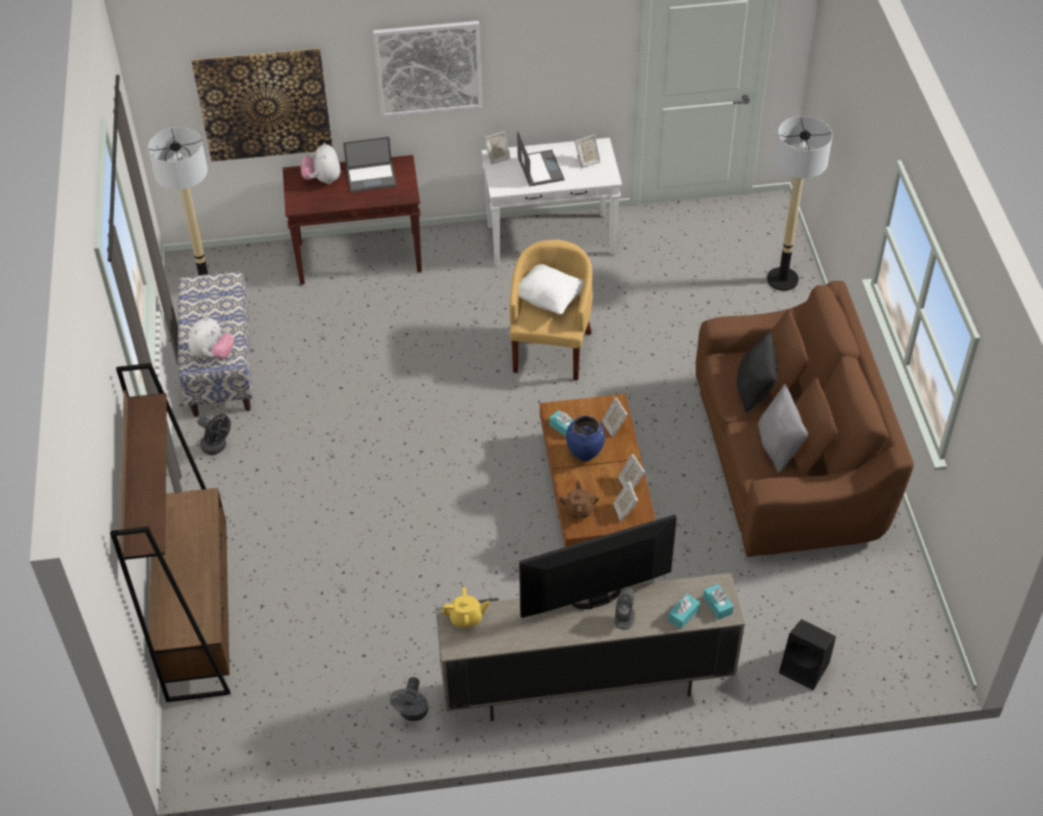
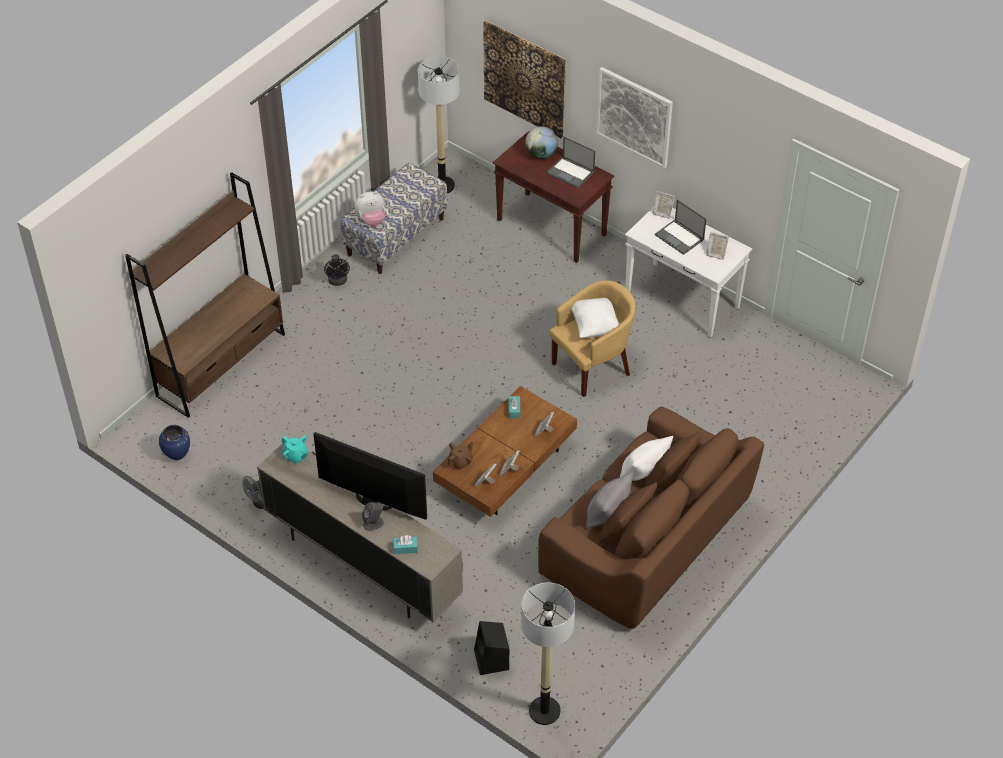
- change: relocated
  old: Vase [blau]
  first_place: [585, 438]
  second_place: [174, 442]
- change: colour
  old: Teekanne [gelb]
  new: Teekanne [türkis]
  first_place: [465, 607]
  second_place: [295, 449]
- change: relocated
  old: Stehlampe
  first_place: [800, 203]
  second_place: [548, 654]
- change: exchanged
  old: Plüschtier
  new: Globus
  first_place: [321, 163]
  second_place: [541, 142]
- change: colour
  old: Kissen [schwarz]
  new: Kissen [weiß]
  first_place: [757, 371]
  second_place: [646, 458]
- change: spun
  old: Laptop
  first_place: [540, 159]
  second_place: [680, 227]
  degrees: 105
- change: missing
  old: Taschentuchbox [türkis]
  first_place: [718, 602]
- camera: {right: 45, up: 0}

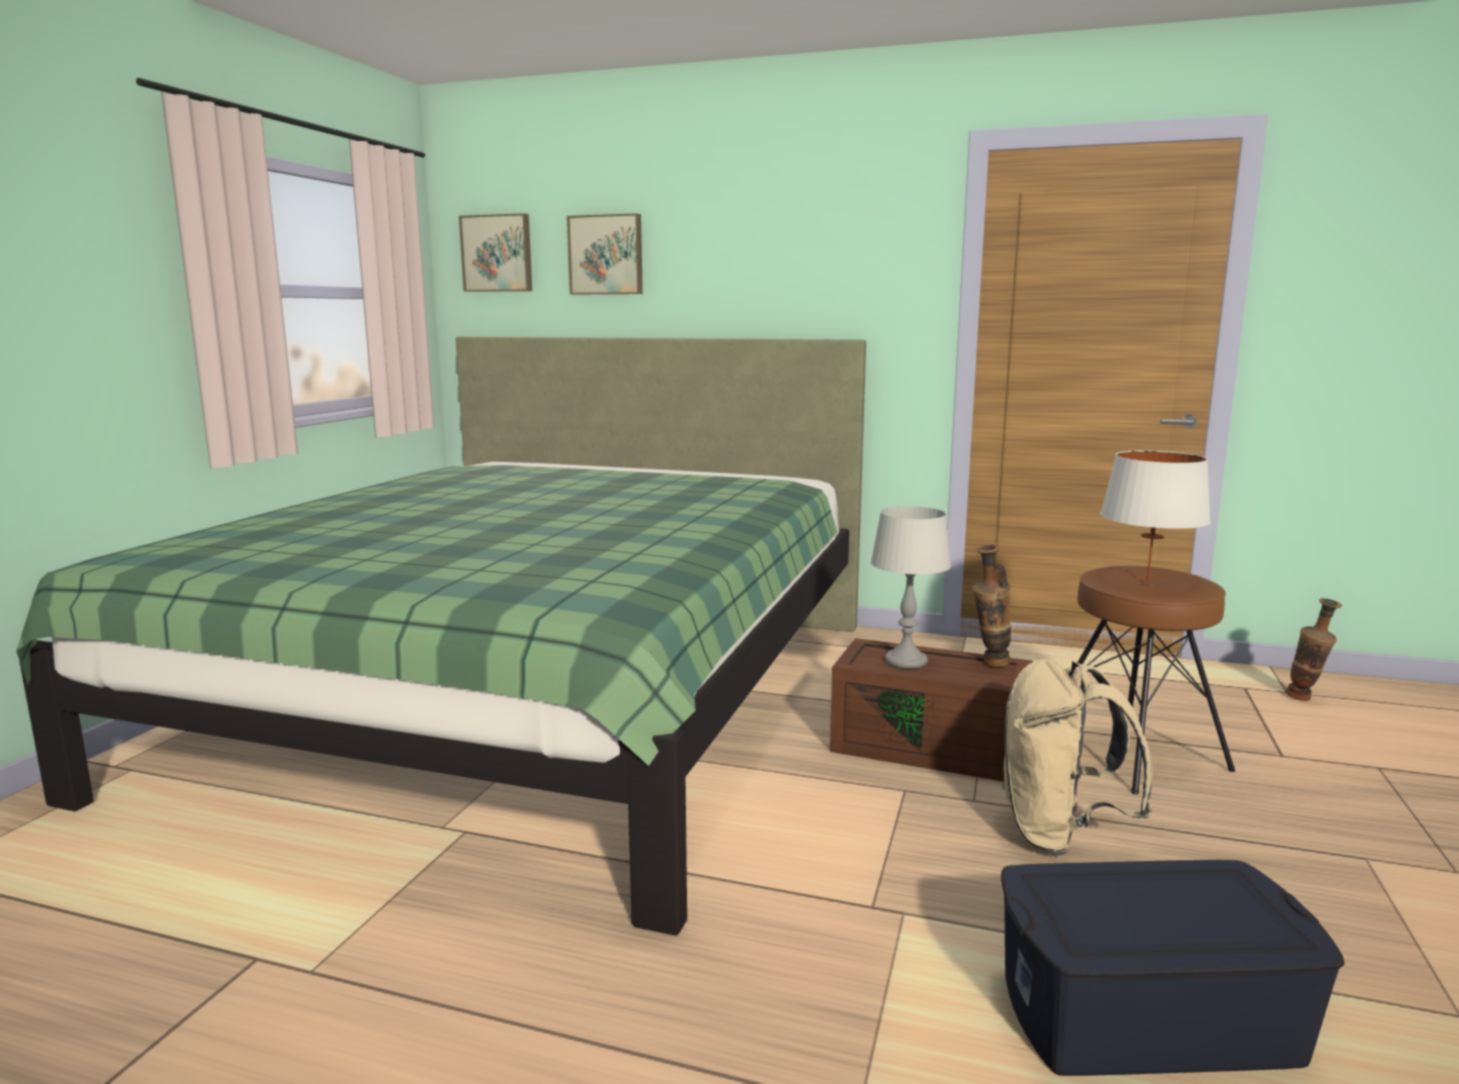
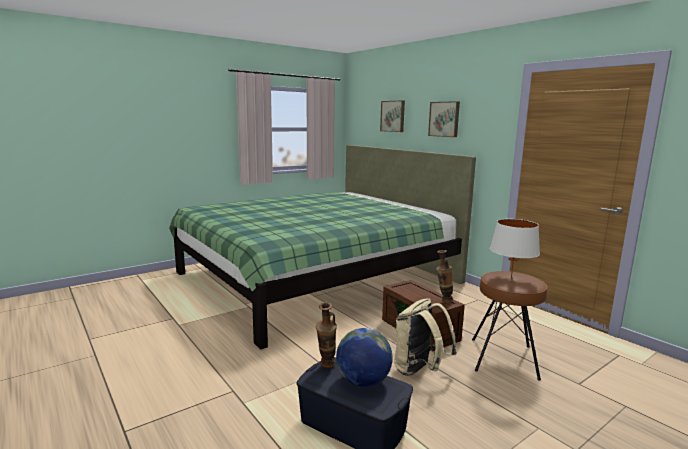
- change: relocated
  old: Vase
  first_place: [1314, 649]
  second_place: [326, 335]
- change: appeared
  new: Globus
  second_place: [364, 357]
- change: relocated
  old: Bild
  first_place: [495, 252]
  second_place: [444, 119]
- change: missing
  old: Tischlampe [grau]
  first_place: [911, 587]
- camera: {right: 35, up: 0}

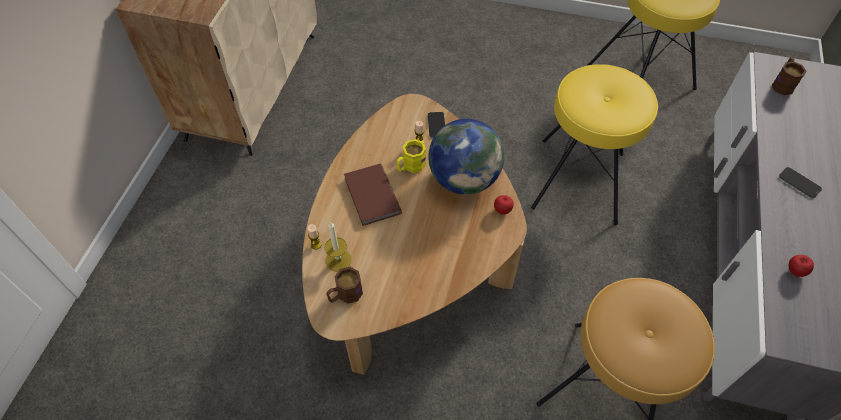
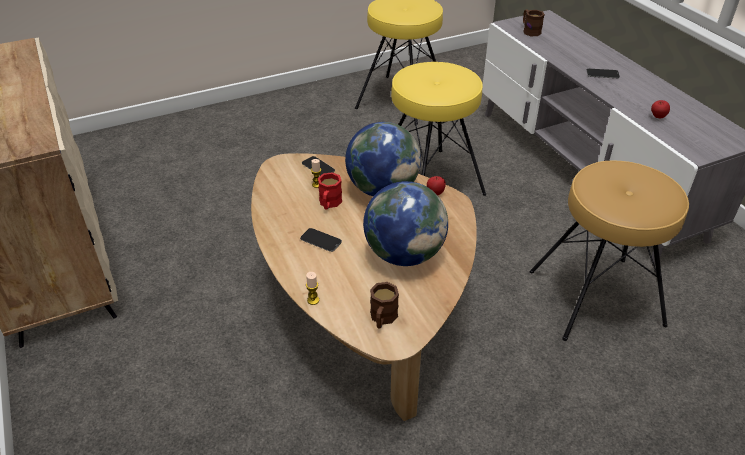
- change: exchanged
  old: Buch [braun]
  new: Handy
  first_place: [373, 195]
  second_place: [321, 240]
- change: colour
  old: Henkelbecher [gelb]
  new: Henkelbecher [rot]
  first_place: [411, 156]
  second_place: [330, 191]
- change: appeared
  new: Globus
  second_place: [405, 223]
- change: missing
  old: Kerze
  first_place: [337, 246]
- camera: {right: -40, up: -15}

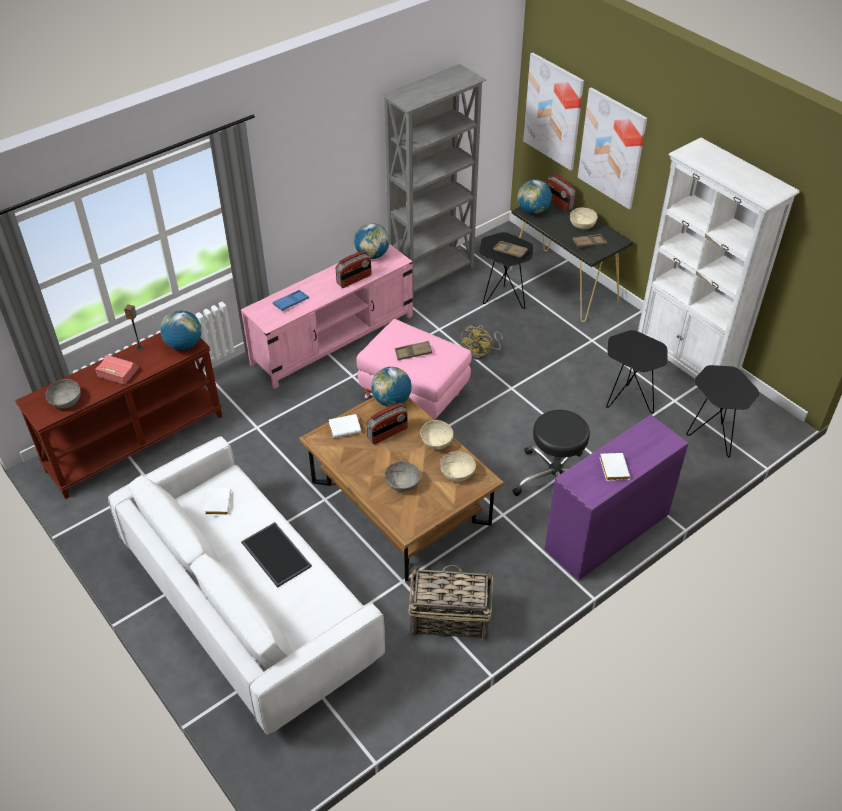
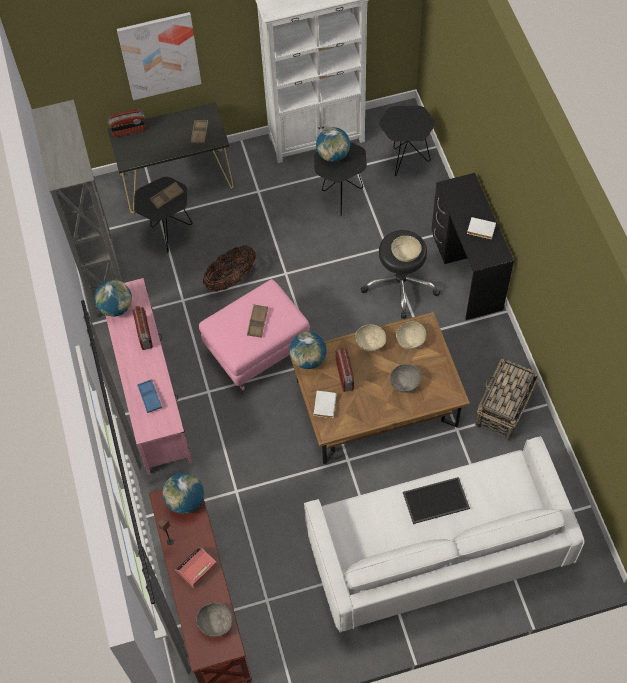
- change: exchanged
  old: Ventilator [gelb]
  new: Korb
  first_place: [482, 343]
  second_place: [229, 268]
- change: relocated
  old: Globus
  first_place: [535, 197]
  second_place: [333, 144]
- change: relocated
  old: Schüssel [beige]
  first_place: [584, 218]
  second_place: [406, 249]
- change: colour
  old: Schreibtisch [lila]
  new: Schreibtisch [schwarz]
  first_place: [616, 498]
  second_place: [472, 246]
- change: missing
  old: Buch [weiß]
  first_place: [218, 501]
- change: missing
  old: Bild
  first_place: [553, 112]
- camera: {right: -65, up: 15}

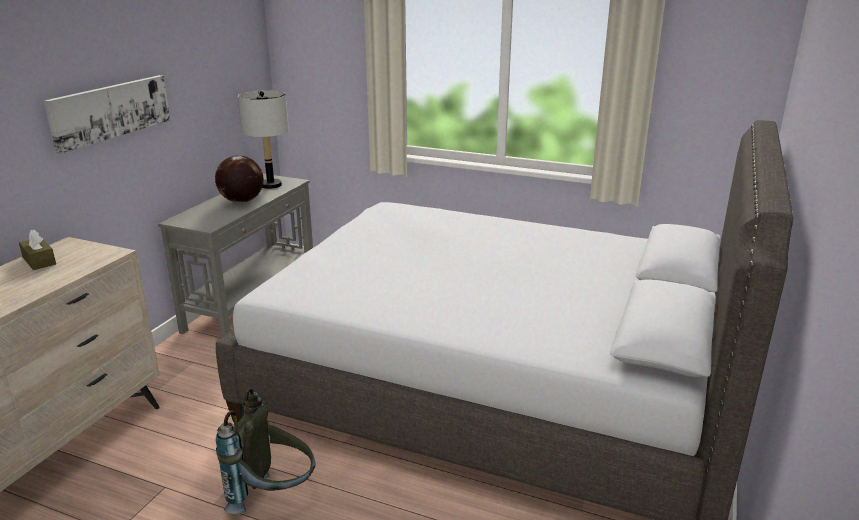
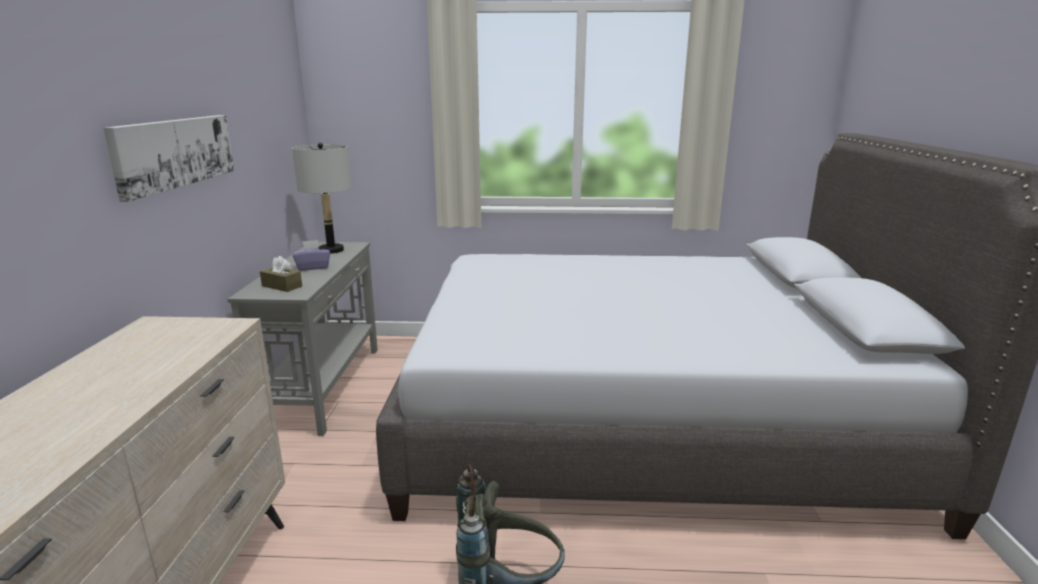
- change: relocated
  old: Taschentuchbox [braun]
  first_place: [37, 249]
  second_place: [281, 274]
- change: exchanged
  old: Globus
  new: Taschentuchbox [lila]
  first_place: [239, 179]
  second_place: [311, 255]
- camera: {right: -20, up: -5}

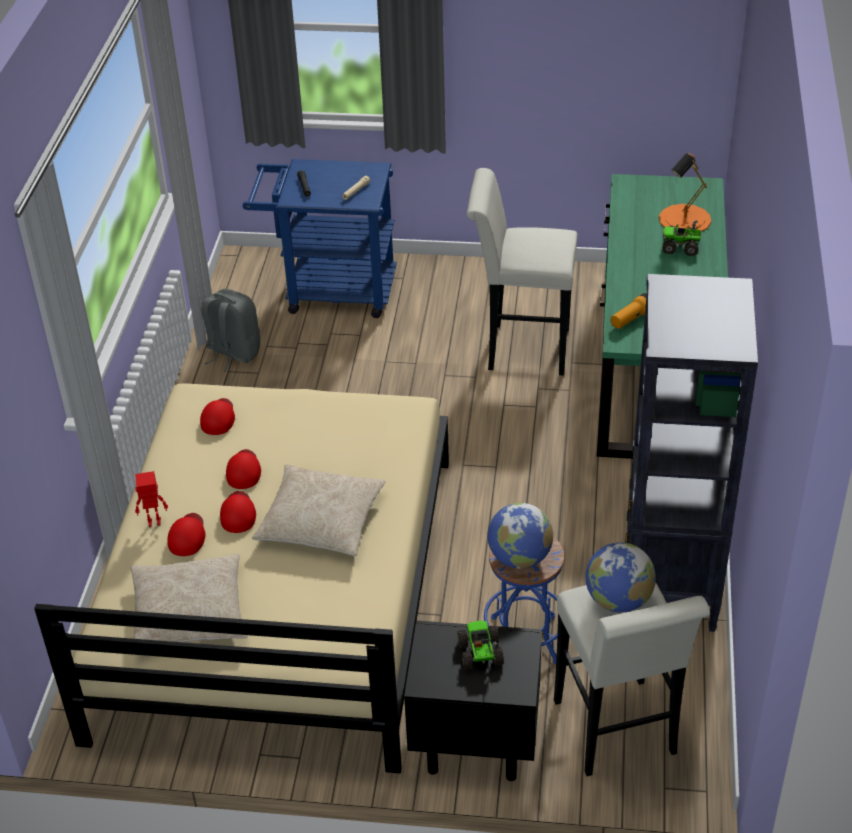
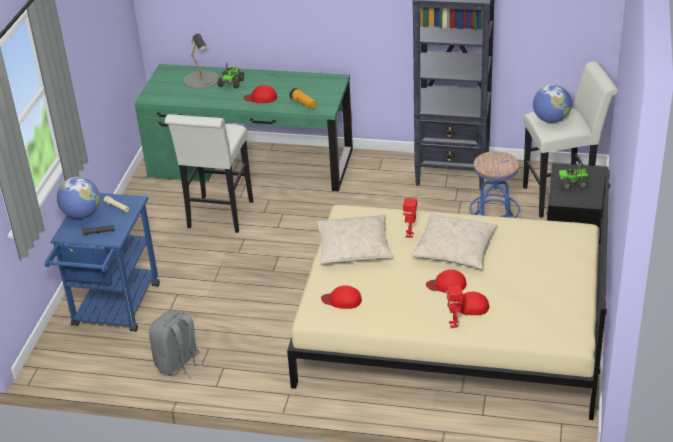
- change: relocated
  old: Globus
  first_place: [520, 536]
  second_place: [78, 198]
- change: colour
  old: Tischlampe [orange]
  new: Tischlampe [grau]
  first_place: [685, 192]
  second_place: [201, 61]
- change: relocated
  old: Kappe [rot]
  first_place: [243, 469]
  second_place: [260, 94]
- change: relocated
  old: Kissen [beige]
  first_place: [189, 598]
  second_place: [355, 239]
- change: appeared
  new: Spielzeugroboter
  second_place: [410, 218]
- camera: {right: -85, up: -5}

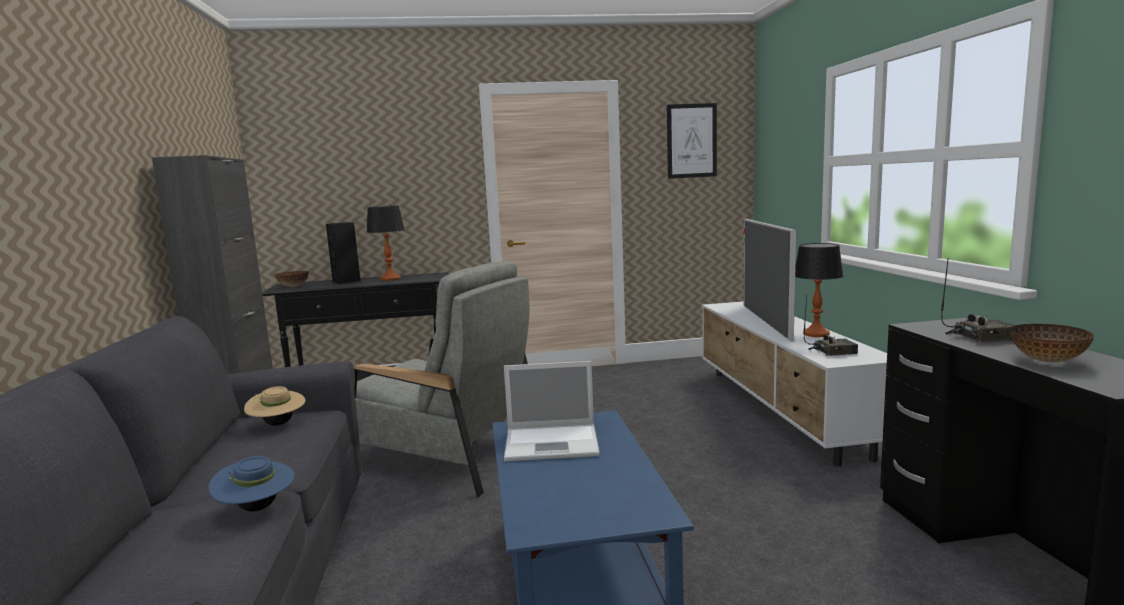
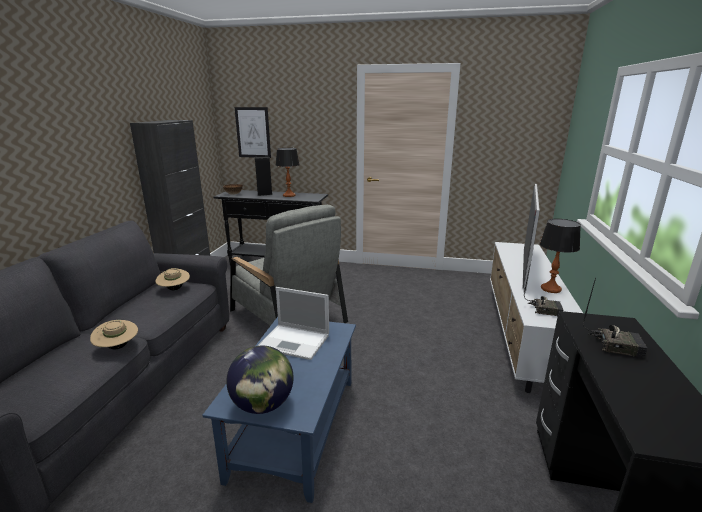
- change: colour
  old: Hut [blau]
  new: Hut [beige]
  first_place: [252, 483]
  second_place: [114, 335]
- change: appeared
  new: Globus
  second_place: [260, 379]
- change: relocated
  old: Bild
  first_place: [692, 141]
  second_place: [253, 132]
- change: missing
  old: Schüssel
  first_place: [1052, 343]
- camera: {right: 20, up: 10}

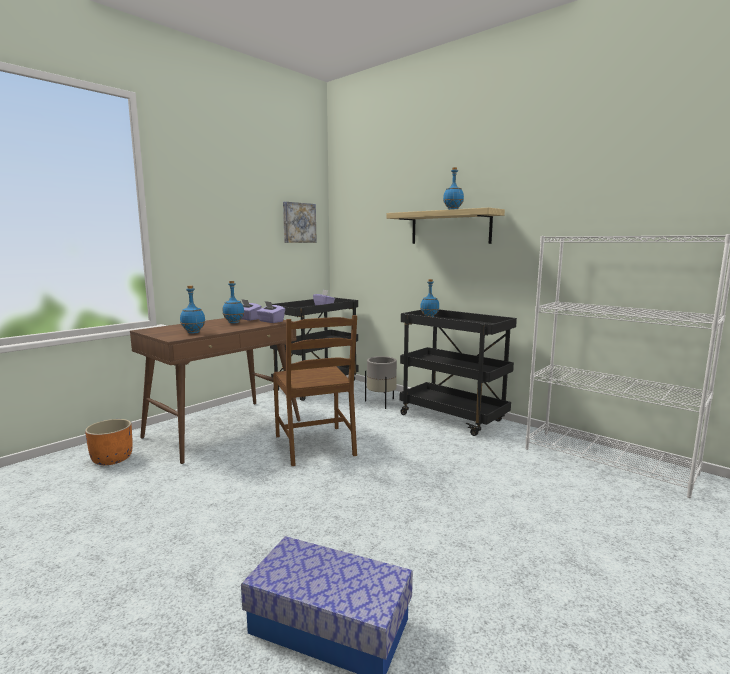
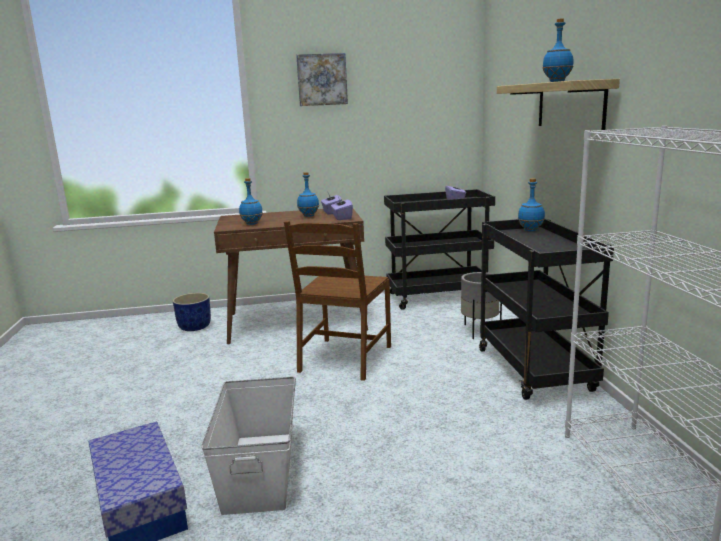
- change: colour
  old: Pflanzkübel [orange]
  new: Pflanzkübel [blau]
  first_place: [109, 442]
  second_place: [192, 312]
- change: appeared
  new: Aufbewahrungsbox [weiß]
  second_place: [248, 446]
- change: relocated
  old: Bild
  first_place: [300, 222]
  second_place: [322, 79]
- camera: {right: 40, up: 5}

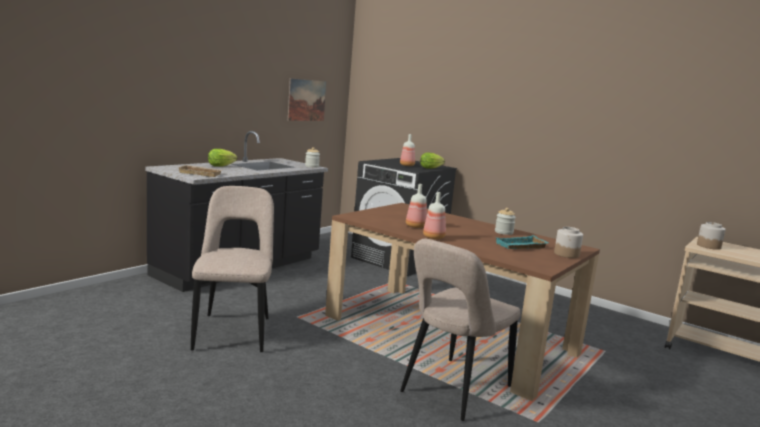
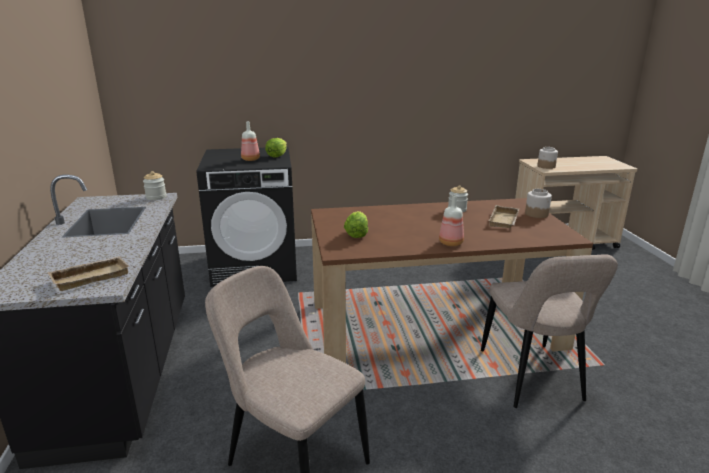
- change: relocated
  old: Salatkopf
  first_place: [222, 157]
  second_place: [356, 224]
- change: colour
  old: Tablett [türkis]
  new: Tablett [beige]
  first_place: [522, 242]
  second_place: [504, 216]
- change: missing
  old: Bild
  first_place: [307, 99]
- change: missing
  old: Flasche
  first_place: [416, 206]
- camera: {right: -45, up: 10}

